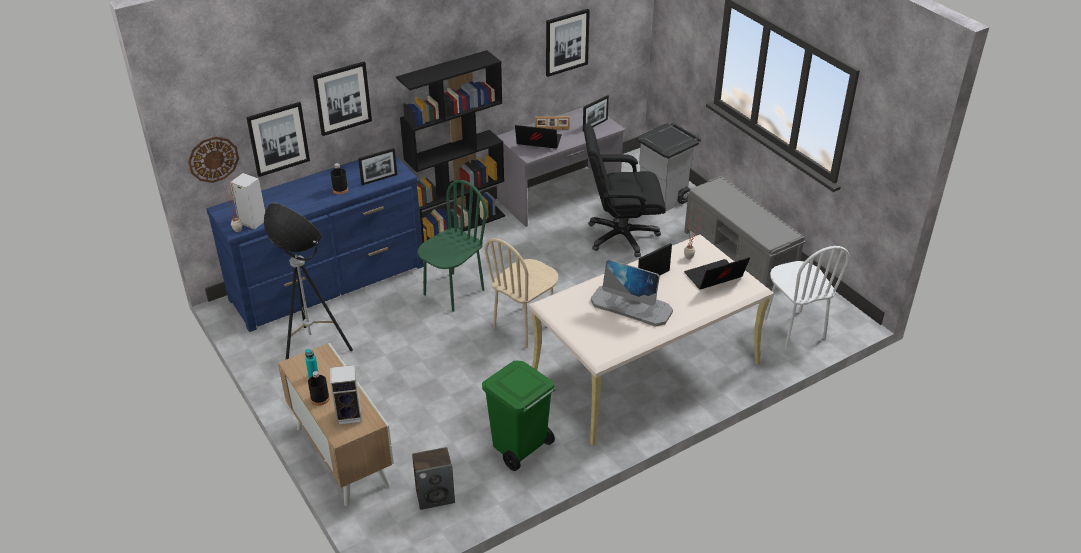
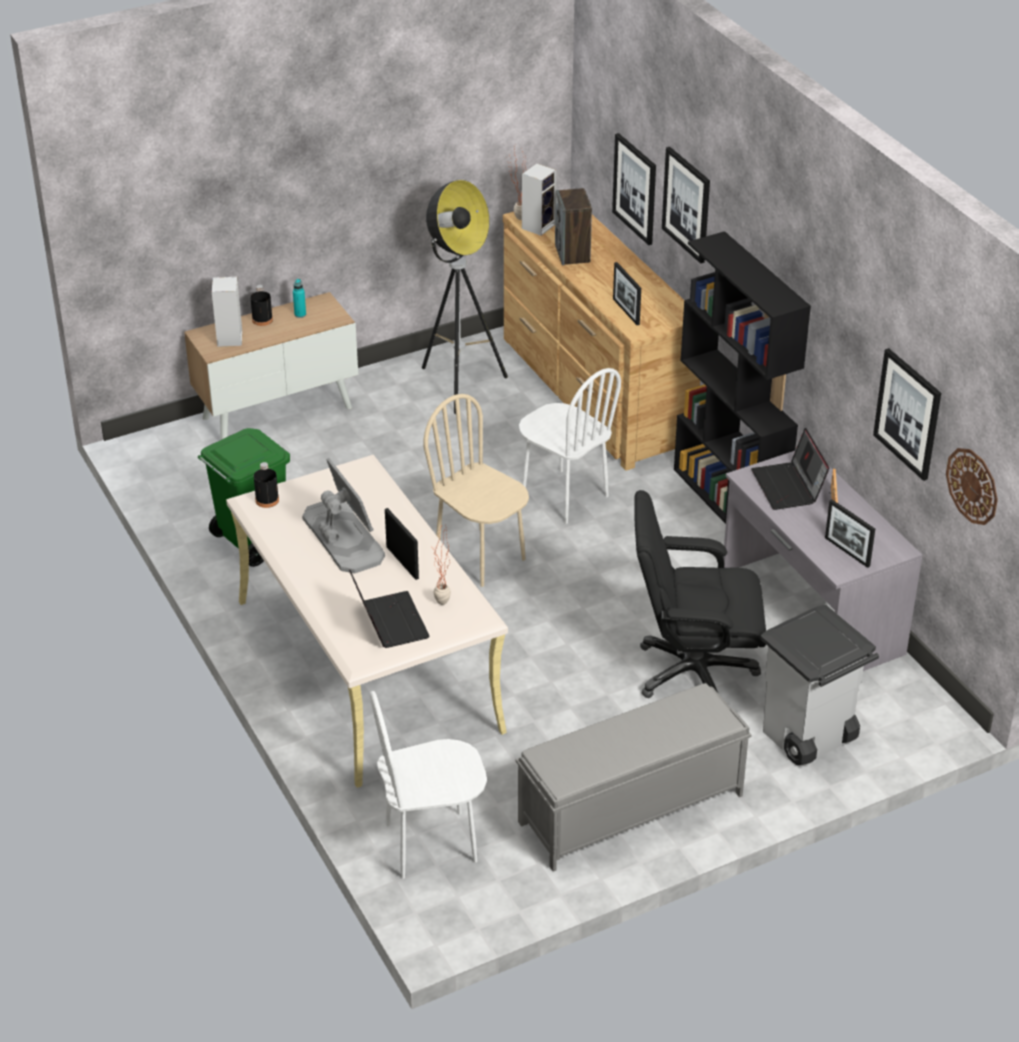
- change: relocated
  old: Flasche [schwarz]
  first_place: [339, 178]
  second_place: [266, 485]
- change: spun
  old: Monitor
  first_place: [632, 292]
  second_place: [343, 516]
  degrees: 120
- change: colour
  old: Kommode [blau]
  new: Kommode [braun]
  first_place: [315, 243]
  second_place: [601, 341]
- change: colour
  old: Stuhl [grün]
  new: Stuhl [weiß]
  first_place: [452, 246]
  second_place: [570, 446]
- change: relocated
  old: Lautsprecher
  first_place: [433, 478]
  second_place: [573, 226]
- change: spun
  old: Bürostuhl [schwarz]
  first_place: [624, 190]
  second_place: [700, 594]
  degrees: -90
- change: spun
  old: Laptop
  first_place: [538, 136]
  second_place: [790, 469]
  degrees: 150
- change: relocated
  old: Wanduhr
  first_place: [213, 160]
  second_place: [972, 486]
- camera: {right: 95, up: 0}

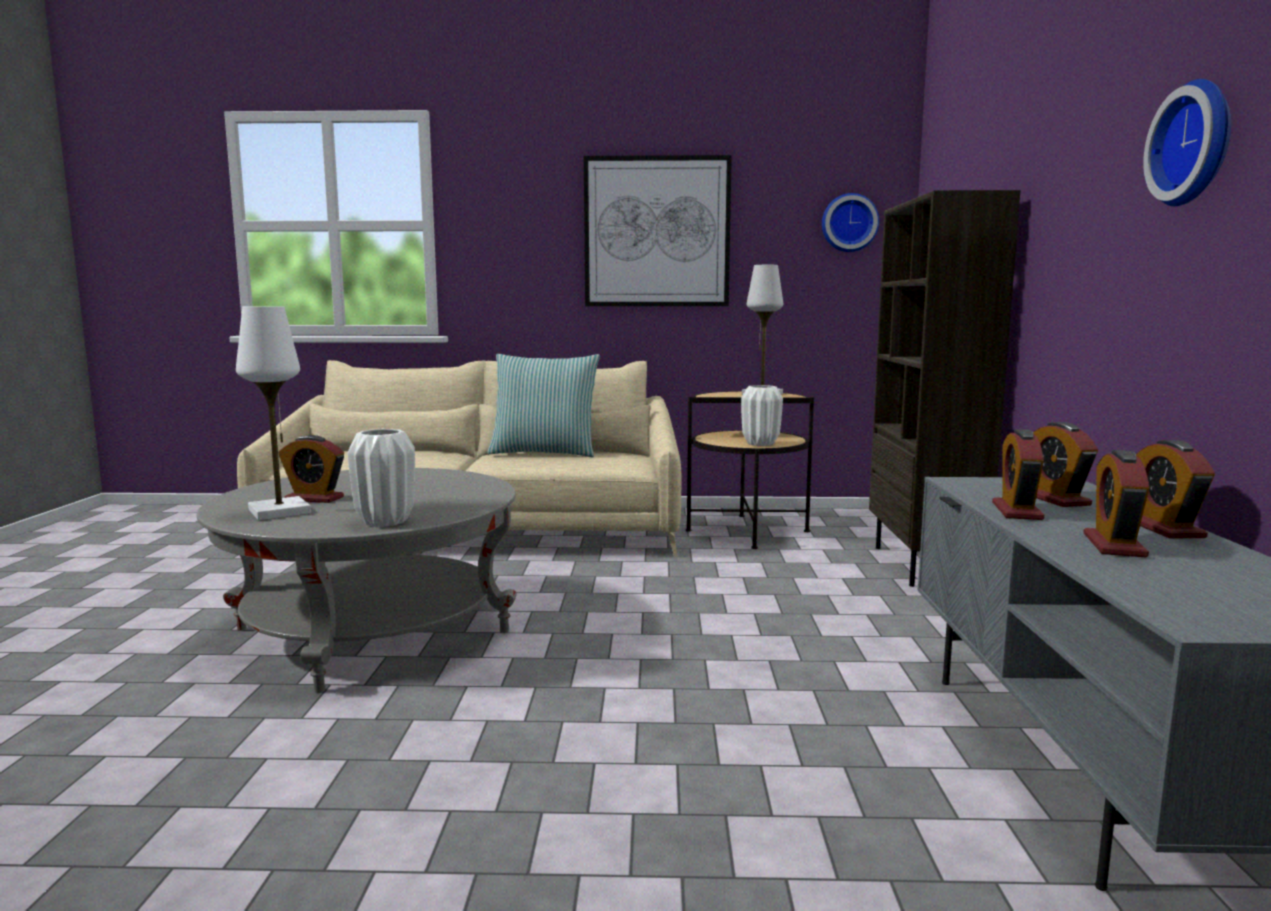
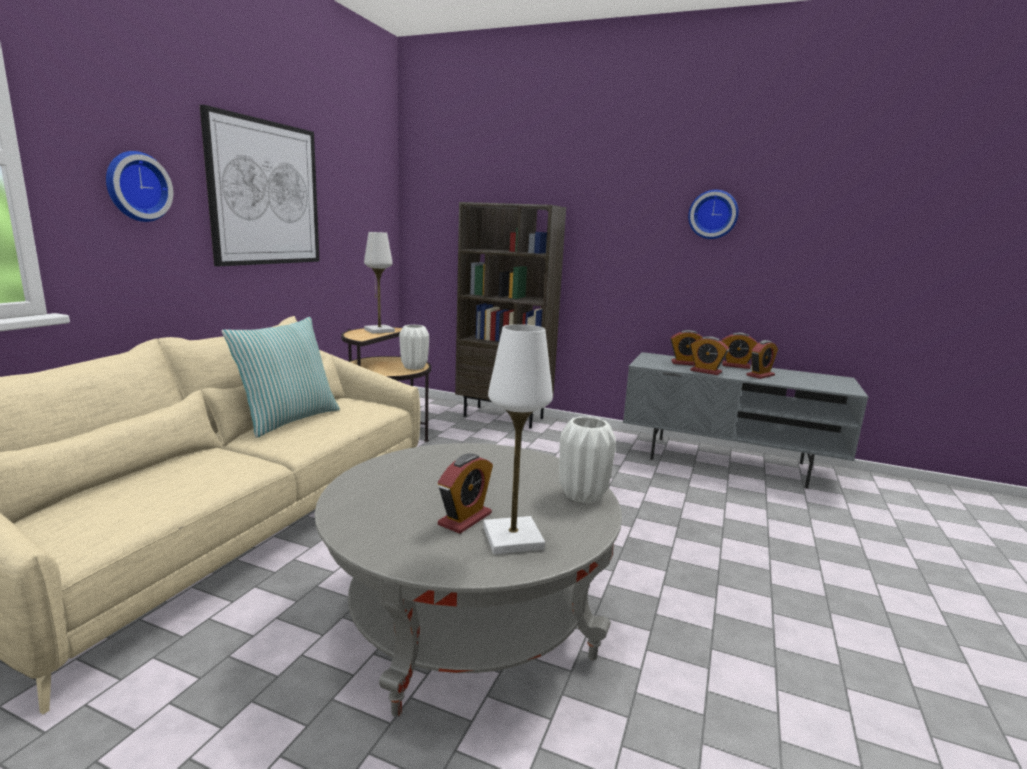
- change: relocated
  old: Wanduhr
  first_place: [850, 222]
  second_place: [139, 186]
- change: spun
  old: Wecker
  first_place: [1116, 503]
  second_place: [762, 359]
  degrees: -75
- camera: {right: -70, up: 5}

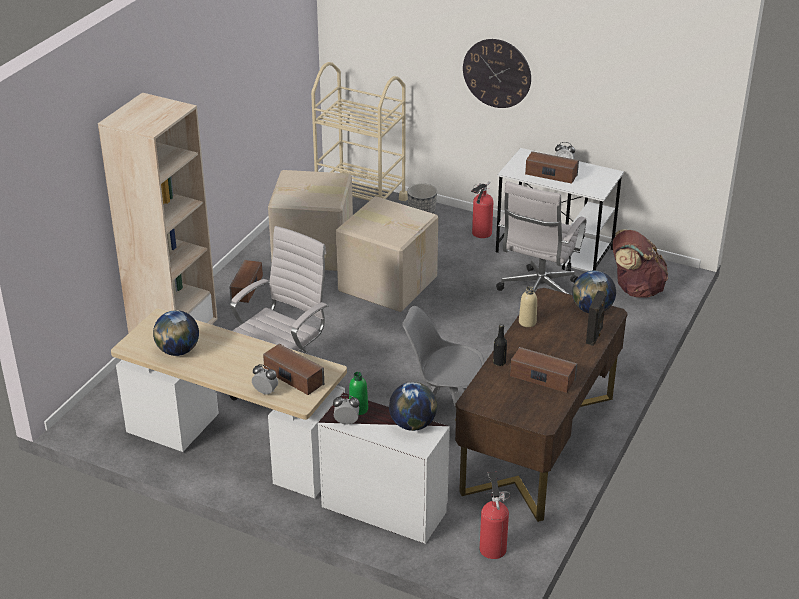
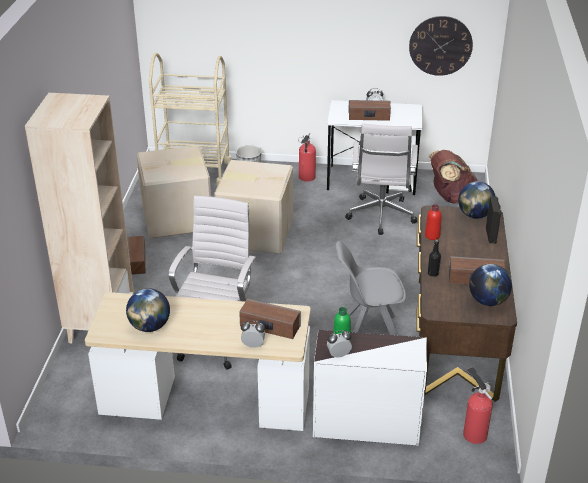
- change: relocated
  old: Wanduhr
  first_place: [497, 73]
  second_place: [441, 46]
- change: colour
  old: Flasche [beige]
  new: Flasche [rot]
  first_place: [528, 306]
  second_place: [433, 222]
- change: relocated
  old: Globus
  first_place: [413, 406]
  second_place: [490, 285]
- camera: {right: -20, up: 0}

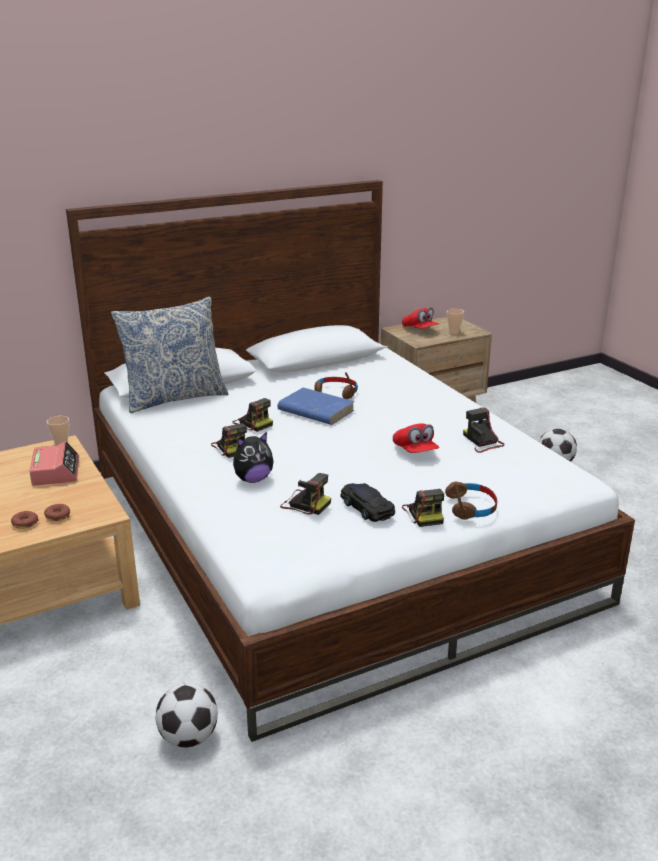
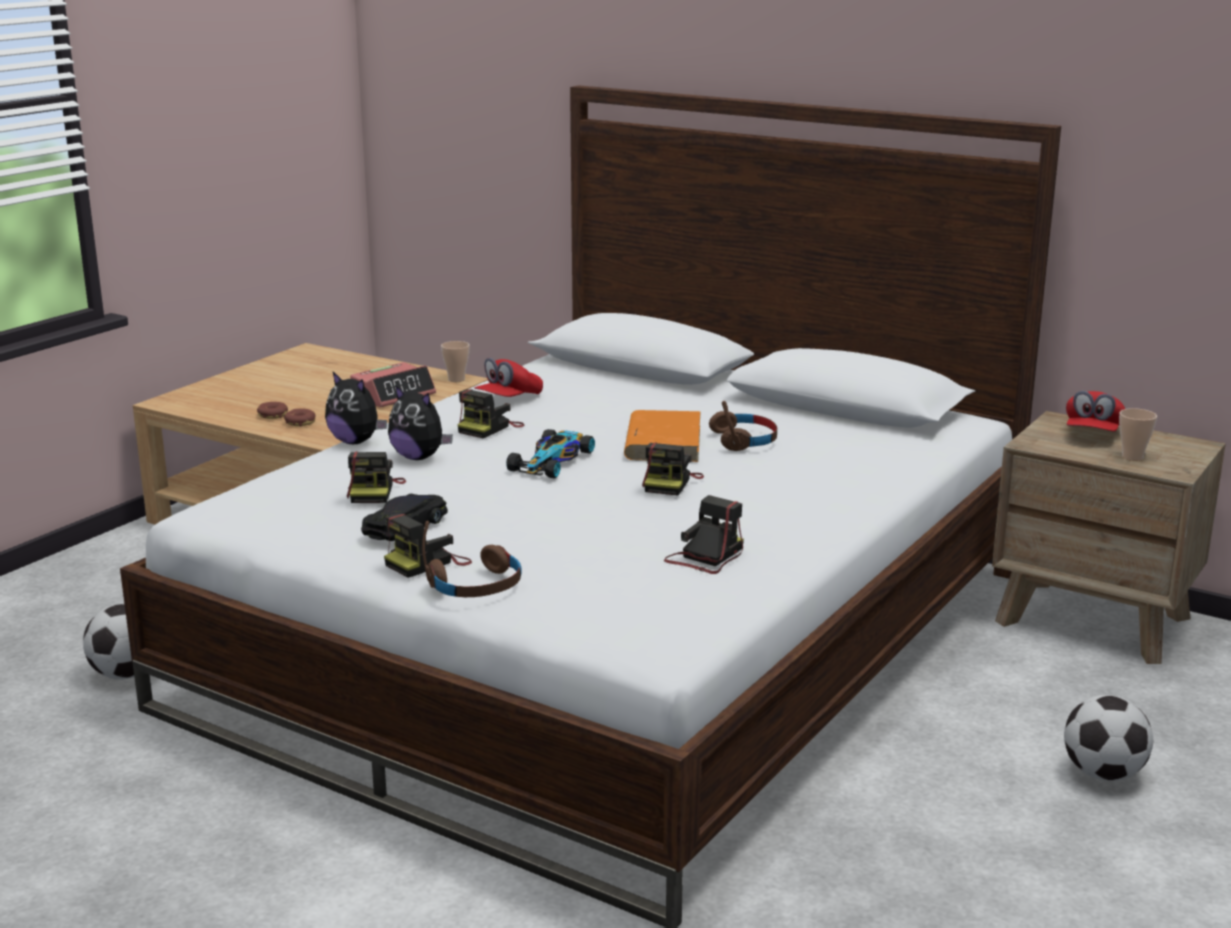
- change: appeared
  new: Plüschtier
  second_place: [356, 408]
- change: relocated
  old: Kappe [rot]
  first_place: [416, 438]
  second_place: [508, 377]
- change: appeared
  new: Spielzeugauto
  second_place: [550, 454]
- change: colour
  old: Buch [blau]
  new: Buch [orange]
  first_place: [316, 406]
  second_place: [662, 436]
- change: relocated
  old: Kamera
  first_place: [252, 415]
  second_place: [673, 469]
- change: missing
  old: Kissen
  first_place: [169, 354]
- camera: {right: 60, up: -5}

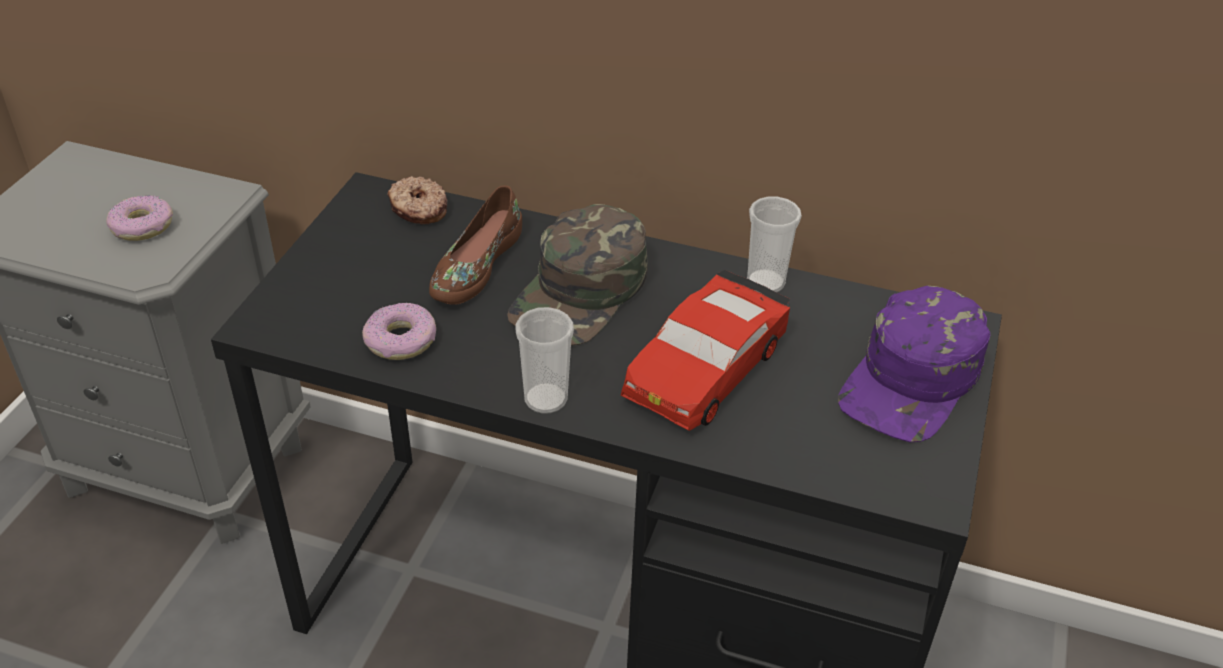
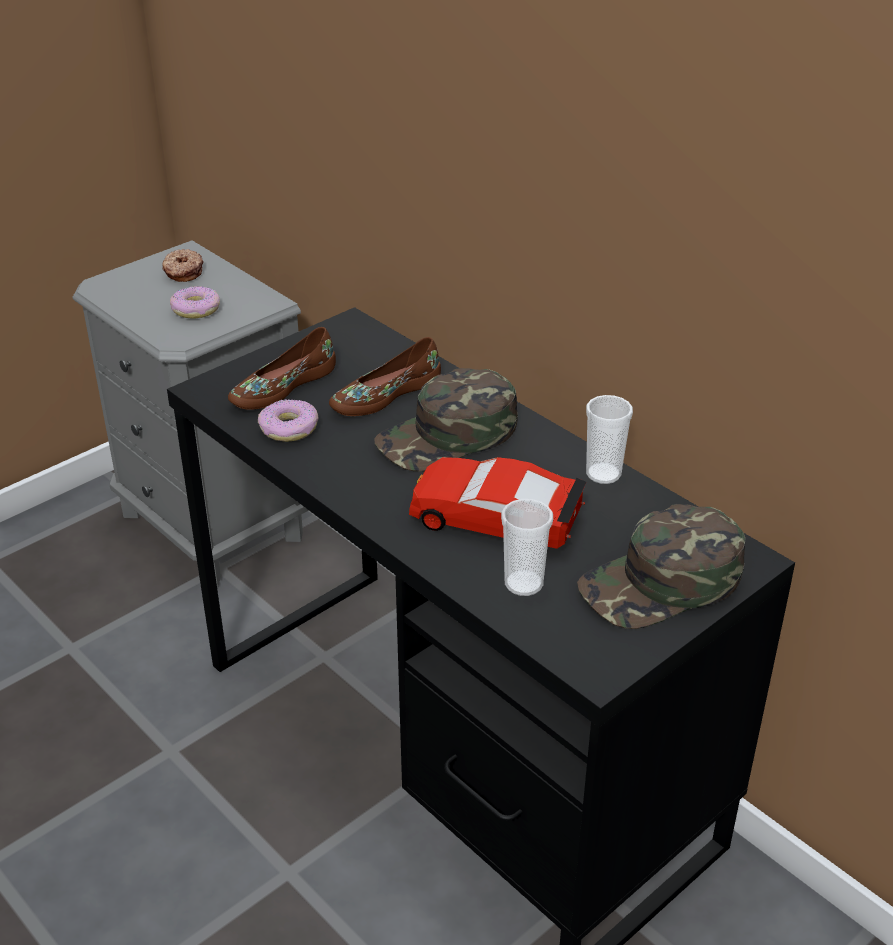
- change: relocated
  old: Donut
  first_place: [417, 200]
  second_place: [183, 265]
- change: appeared
  new: Schuh [braun]
  second_place: [282, 368]
- change: spun
  old: Spielzeugauto [rot]
  first_place: [705, 350]
  second_place: [497, 503]
  degrees: 45
- change: relocated
  old: Tasse
  first_place: [544, 360]
  second_place: [527, 547]
- change: colour
  old: Kappe [lila]
  new: Kappe [grün]
  first_place: [914, 363]
  second_place: [661, 566]
- camera: {right: 30, up: -5}

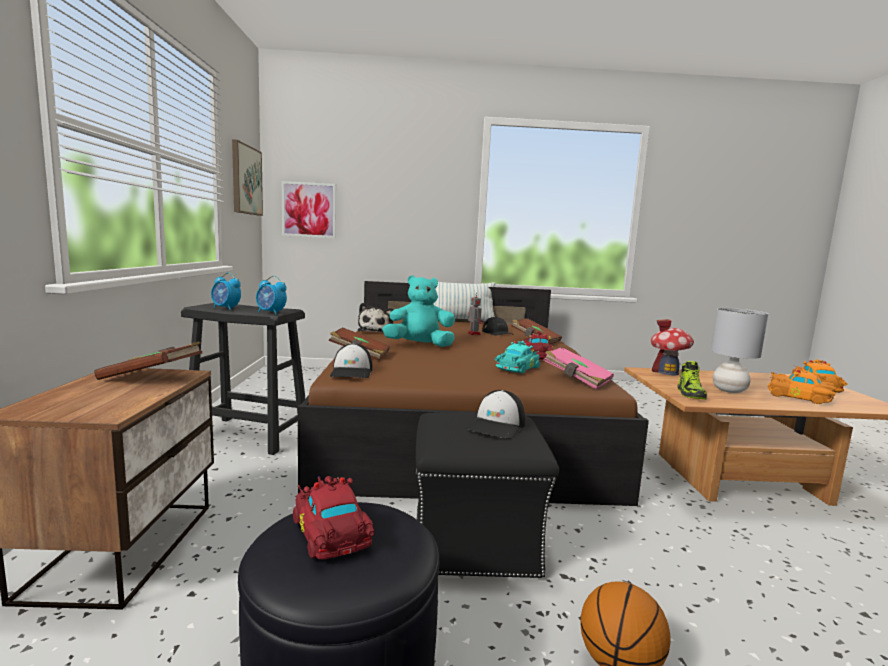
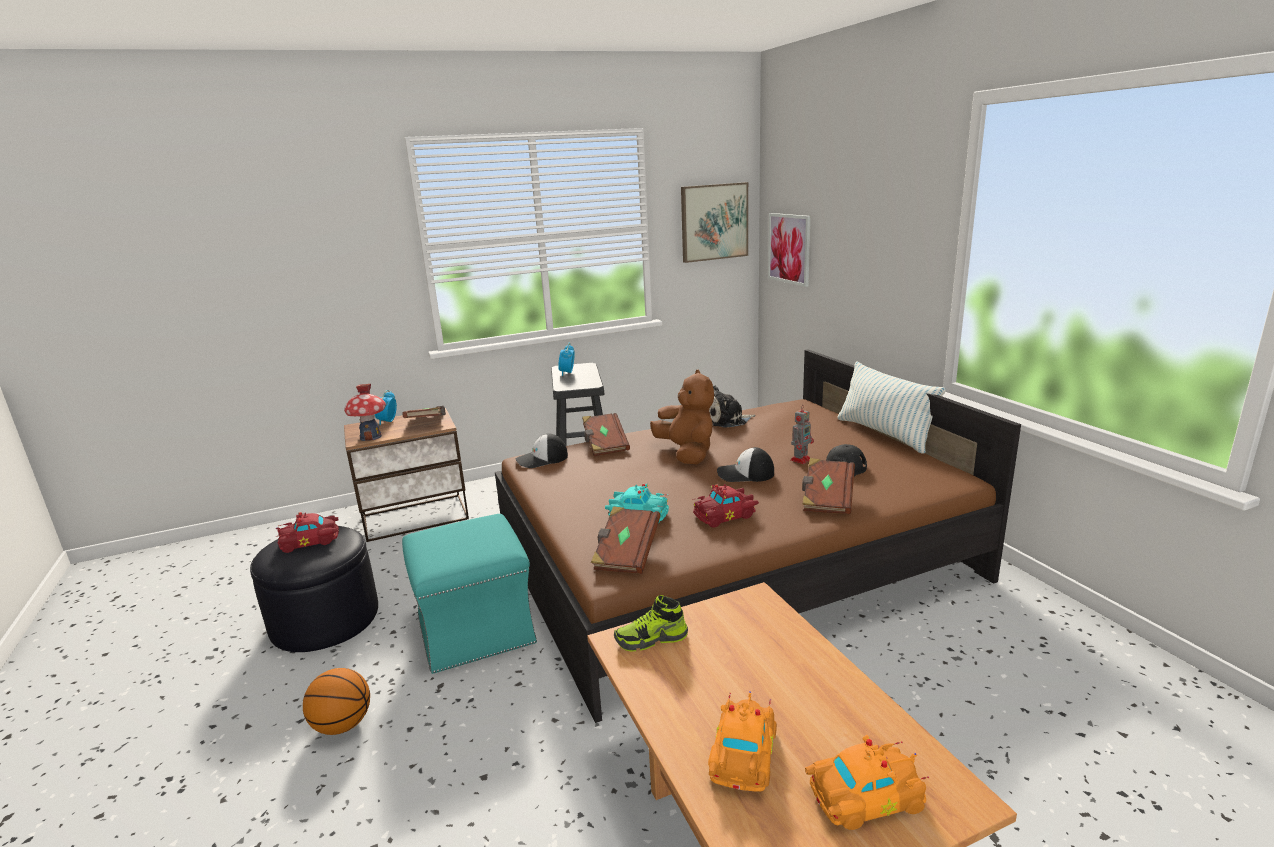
- change: spun
  old: Spielzeugauto [rot]
  first_place: [334, 517]
  second_place: [307, 532]
  degrees: -150
- change: relocated
  old: Spielzeughaus
  first_place: [672, 347]
  second_place: [365, 412]
- change: relocated
  old: Wecker
  first_place: [271, 295]
  second_place: [386, 407]
- change: colour
  old: Polsterhocker [schwarz]
  new: Polsterhocker [türkis]
  first_place: [487, 495]
  second_place: [469, 594]
- change: colour
  old: Buch [rosa]
  new: Buch [braun]
  first_place: [578, 368]
  second_place: [625, 540]
- change: colour
  old: Plüschtier [türkis]
  new: Plüschtier [braun]
  first_place: [418, 311]
  second_place: [682, 417]
- change: relocated
  old: Kappe
  first_place: [495, 414]
  second_place: [745, 464]
- change: missing
  old: Tischlampe [grau]
  first_place: [739, 350]
- camera: {right: 70, up: 10}

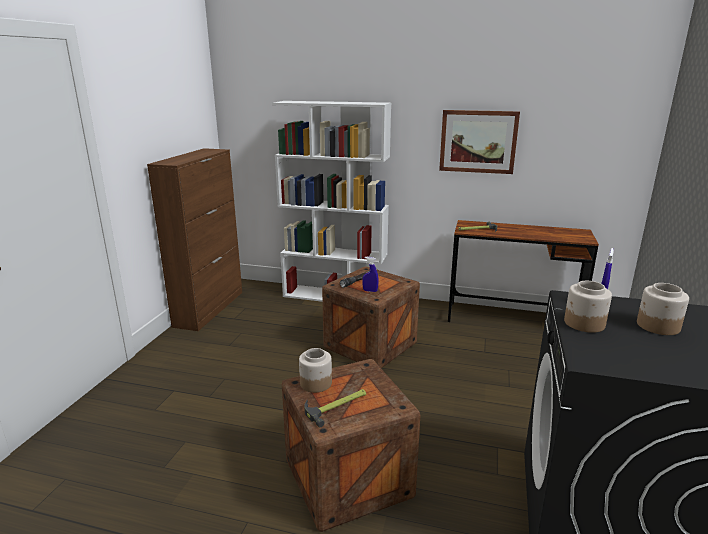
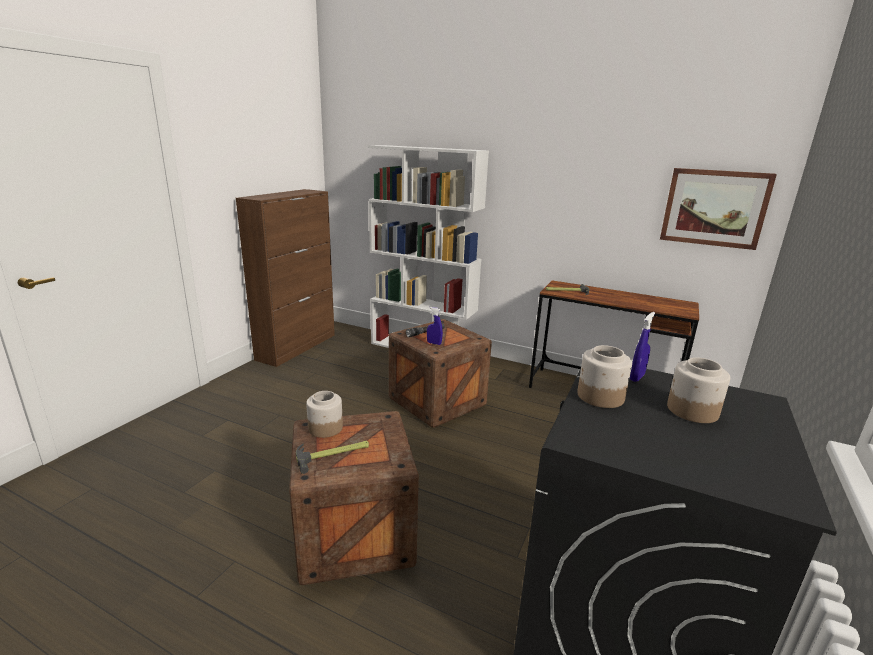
- change: relocated
  old: Bild
  first_place: [479, 142]
  second_place: [718, 209]
- camera: {right: 10, up: 0}

